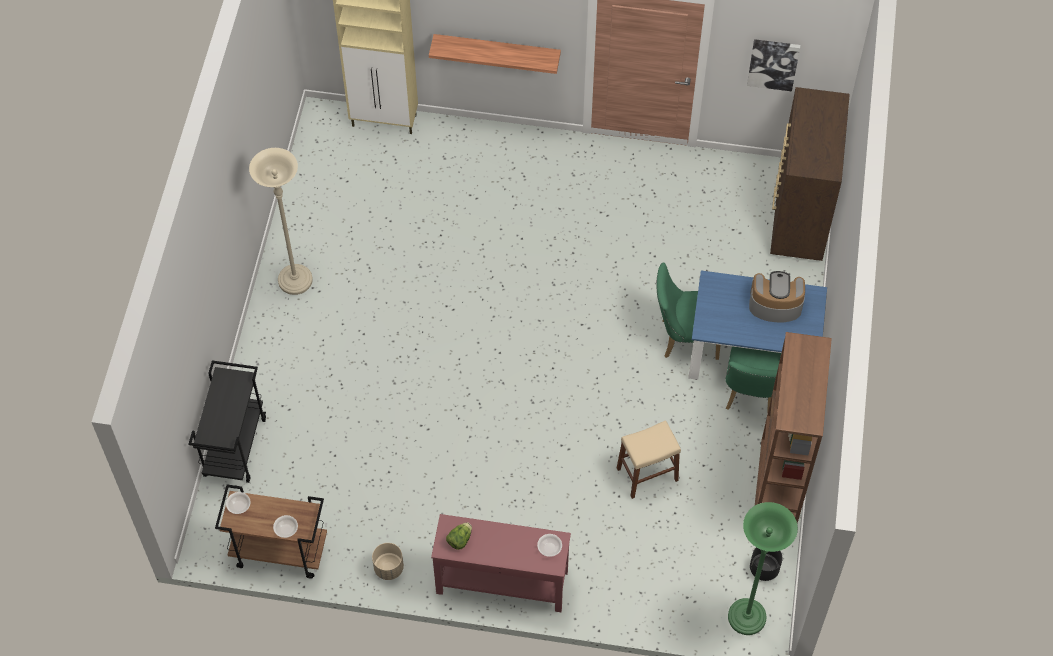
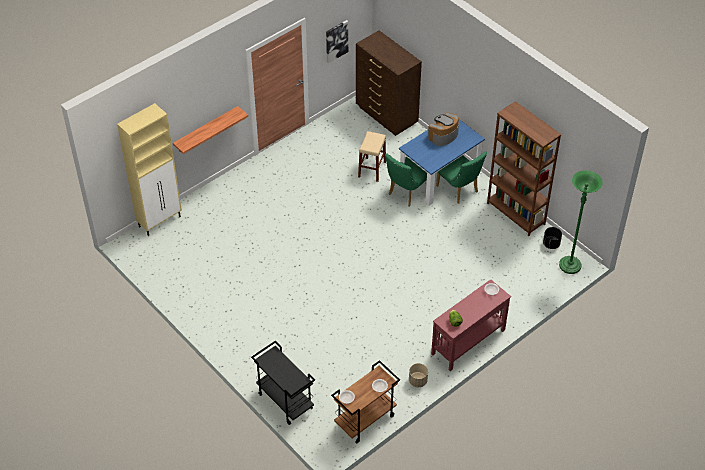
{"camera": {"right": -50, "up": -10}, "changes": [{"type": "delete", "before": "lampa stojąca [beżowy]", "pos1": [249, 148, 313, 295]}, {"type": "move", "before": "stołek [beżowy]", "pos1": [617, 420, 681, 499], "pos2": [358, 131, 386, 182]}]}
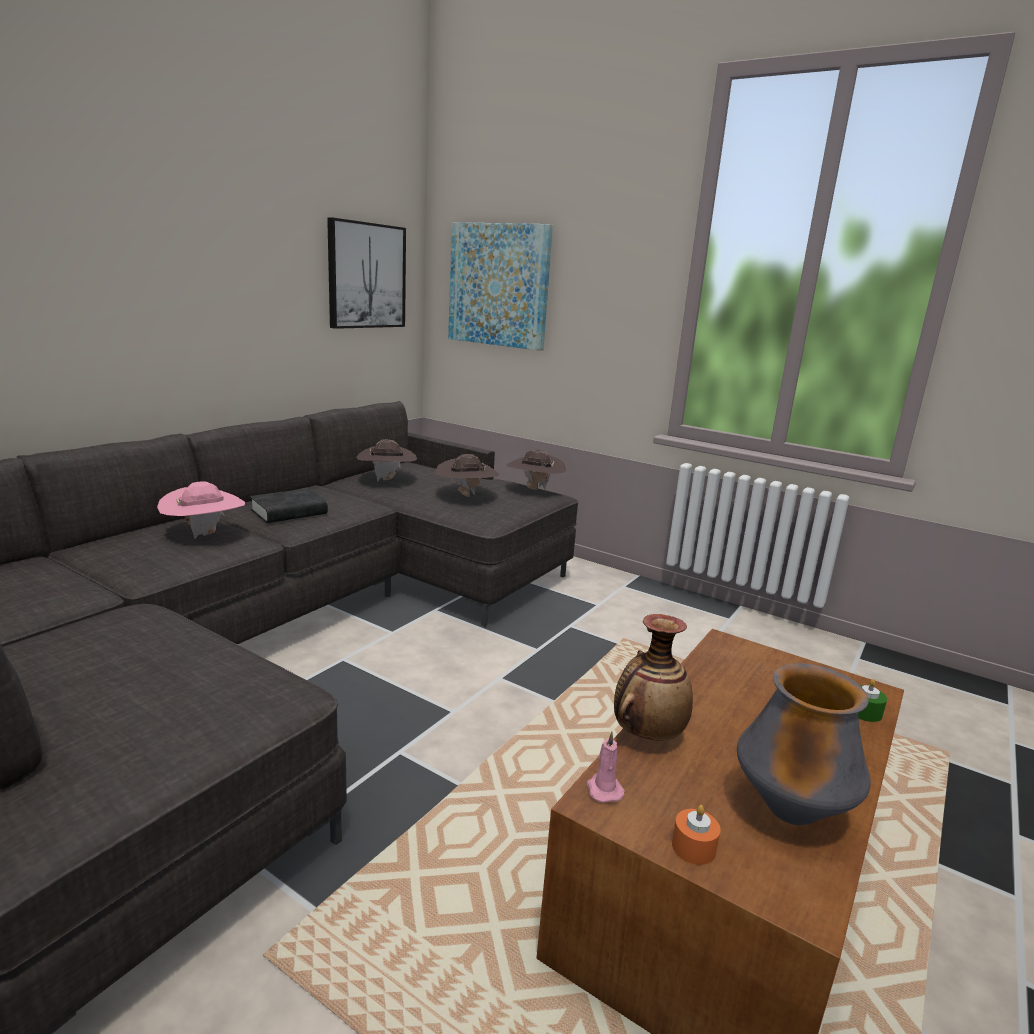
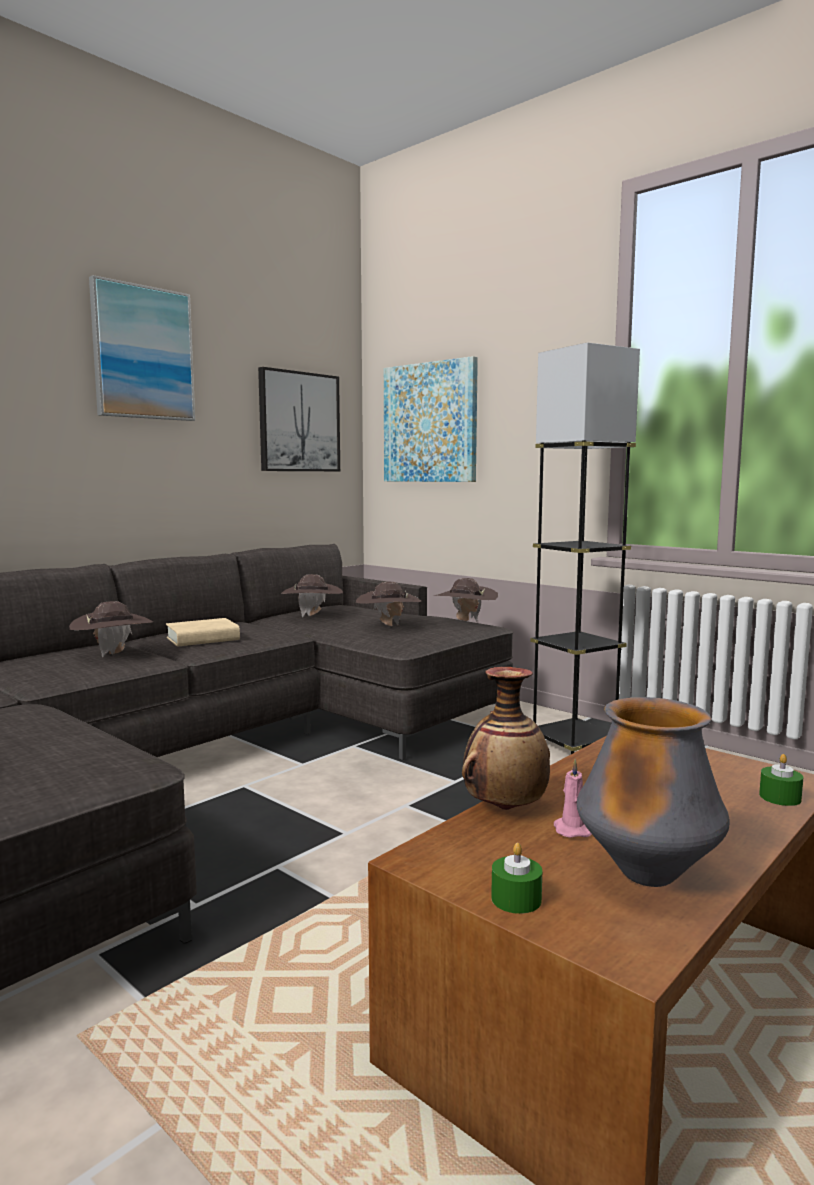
{"camera": {"right": 10, "up": -10}, "changes": [{"type": "insert", "after": "obraz", "pos2": [89, 275, 195, 421]}, {"type": "insert", "after": "lampa stojąca [szary]", "pos2": [530, 342, 640, 754]}, {"type": "move", "before": "świeca [różowy]", "pos1": [587, 731, 625, 803], "pos2": [554, 759, 592, 838]}, {"type": "recolor", "before": "kapelusz [różowy]", "after": "kapelusz [brązowy]", "pos1": [157, 482, 245, 539], "pos2": [69, 601, 153, 657]}, {"type": "recolor", "before": "książka [czarny]", "after": "książka [beżowy]", "pos1": [250, 488, 328, 523], "pos2": [166, 618, 240, 647]}, {"type": "recolor", "before": "świeca [pomarańczowy]", "after": "świeca [zielony]", "pos1": [672, 805, 721, 865], "pos2": [491, 843, 542, 914]}]}
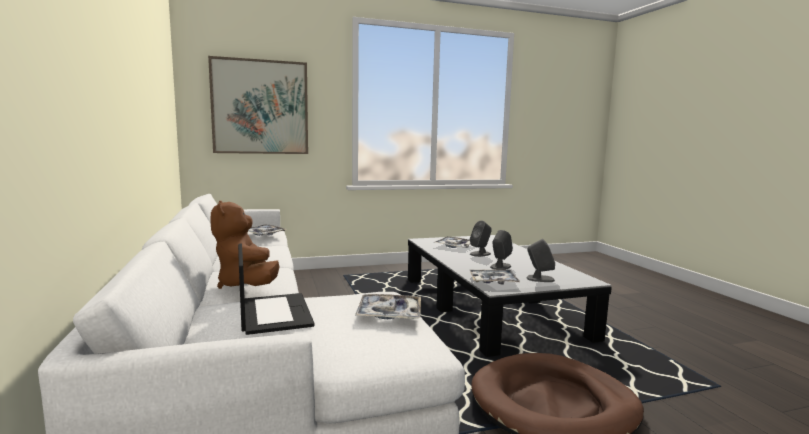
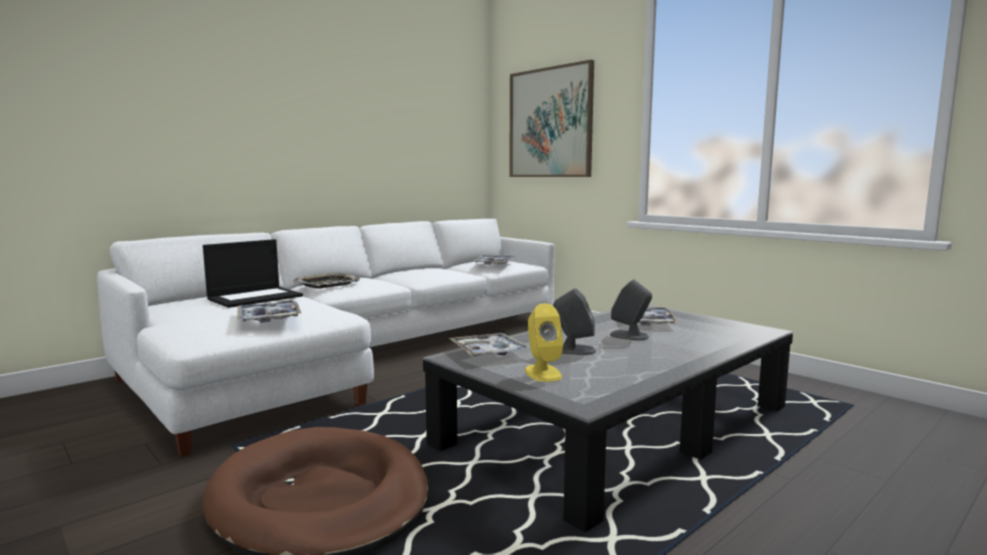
{"camera": {"right": 65, "up": 0}, "changes": [{"type": "replace", "before": "pluszak [brązowy]", "after": "taca", "pos1": [210, 201, 280, 289], "pos2": [293, 273, 360, 289]}, {"type": "recolor", "before": "głośnik [szary]", "after": "głośnik [żółty]", "pos1": [526, 239, 555, 282], "pos2": [525, 303, 563, 382]}]}
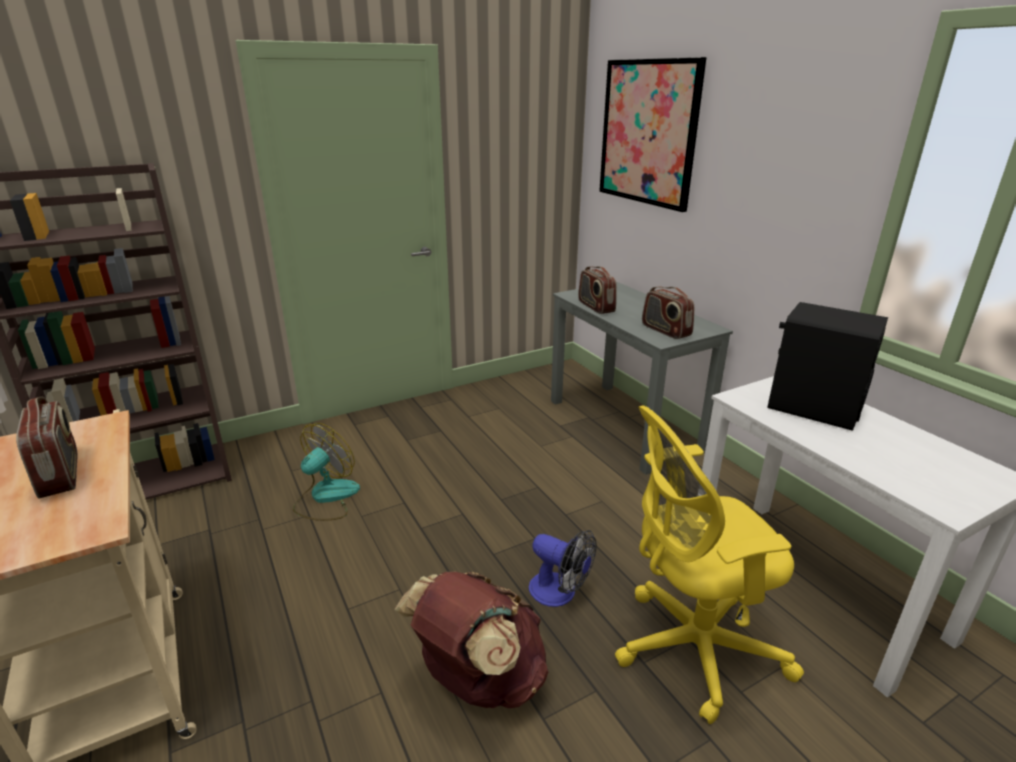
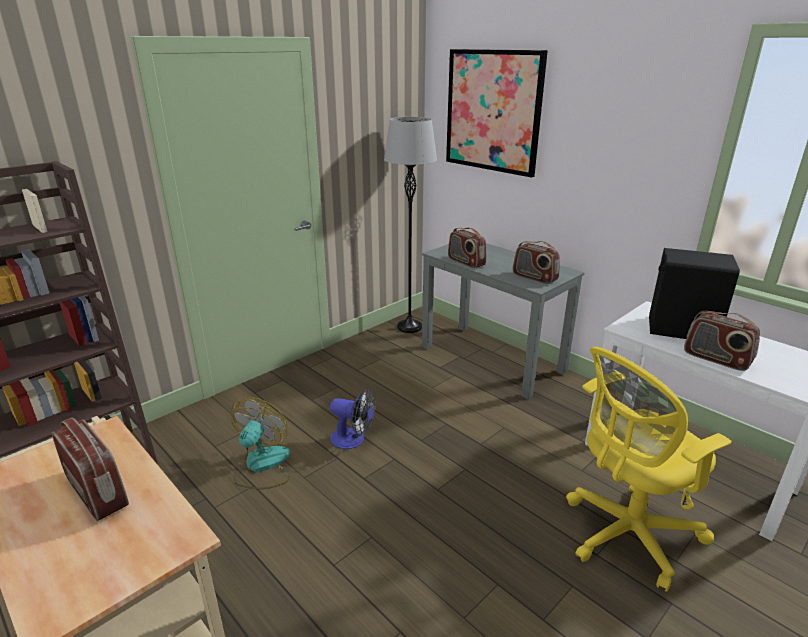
{"camera": {"right": -15, "up": 0}, "changes": [{"type": "delete", "before": "plecak [brązowy]", "pos1": [395, 571, 548, 708]}, {"type": "insert", "after": "lampa stojąca [szary]", "pos2": [384, 117, 437, 333]}, {"type": "insert", "after": "radio", "pos2": [684, 311, 760, 371]}, {"type": "move", "before": "wentylator", "pos1": [529, 530, 597, 607], "pos2": [330, 389, 376, 449]}]}
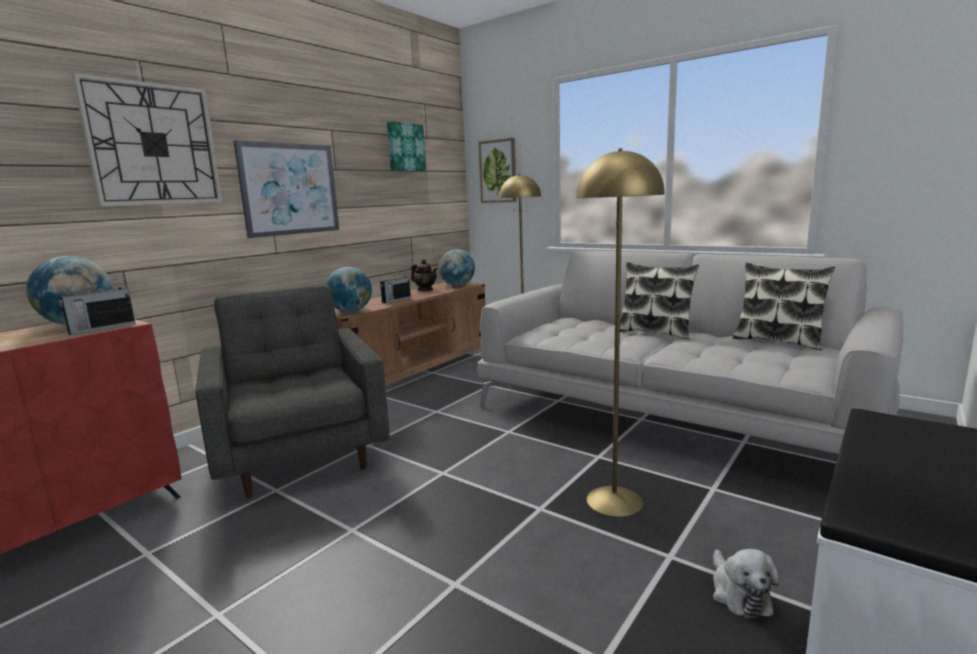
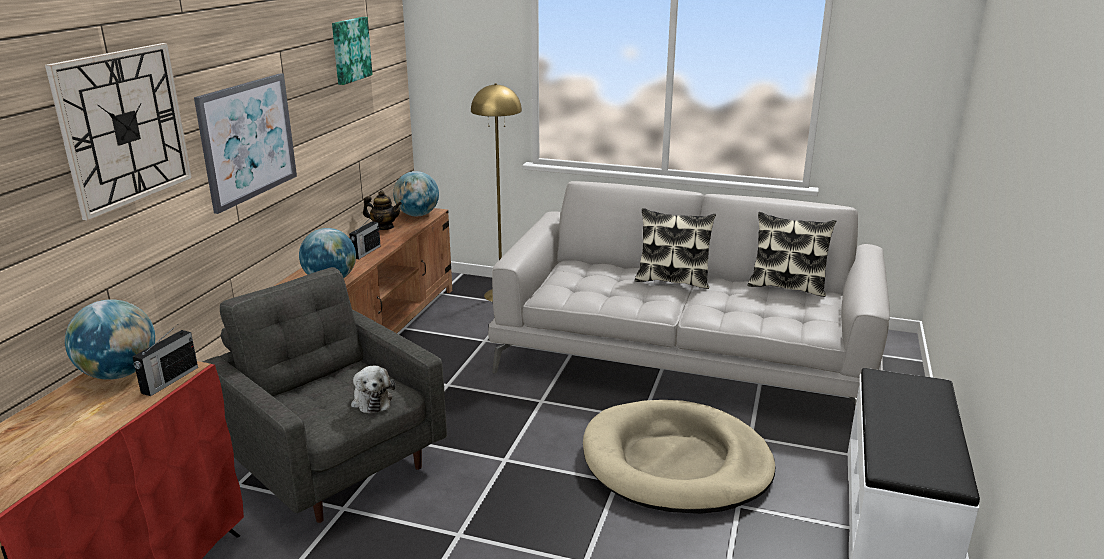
{"camera": {"right": -20, "up": 10}, "changes": [{"type": "delete", "before": "obraz", "pos1": [478, 138, 517, 203]}, {"type": "move", "before": "pluszak", "pos1": [713, 549, 779, 619], "pos2": [351, 366, 395, 414]}, {"type": "replace", "before": "lampa stojąca [żółty]", "after": "legowisko [beżowy]", "pos1": [576, 148, 665, 517], "pos2": [583, 400, 775, 514]}]}
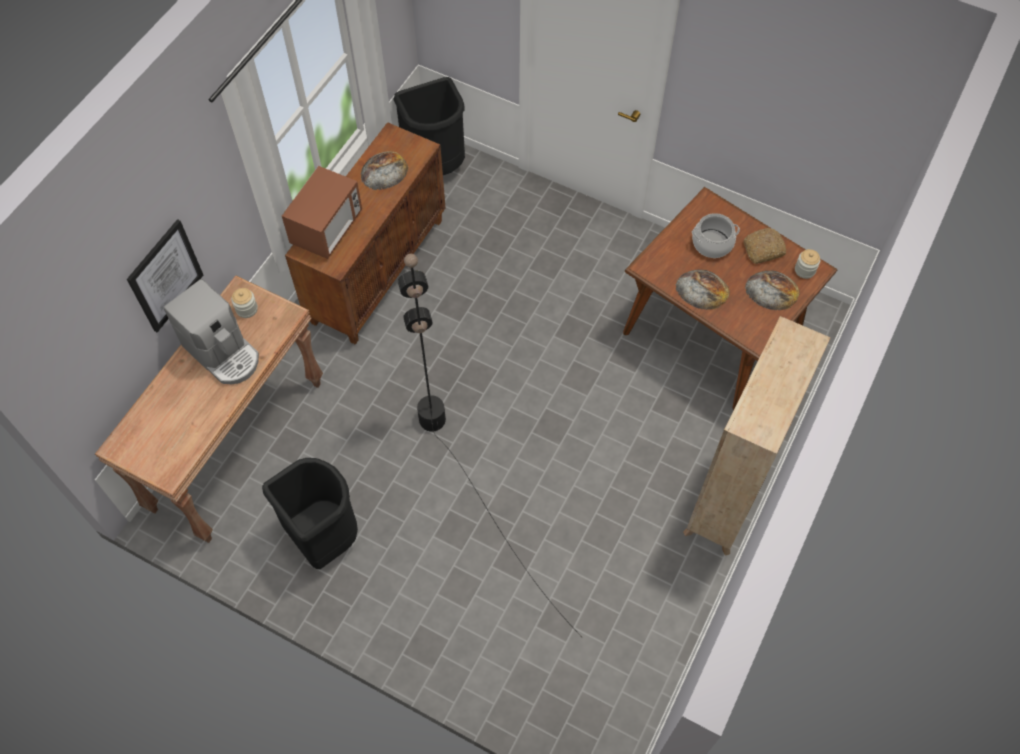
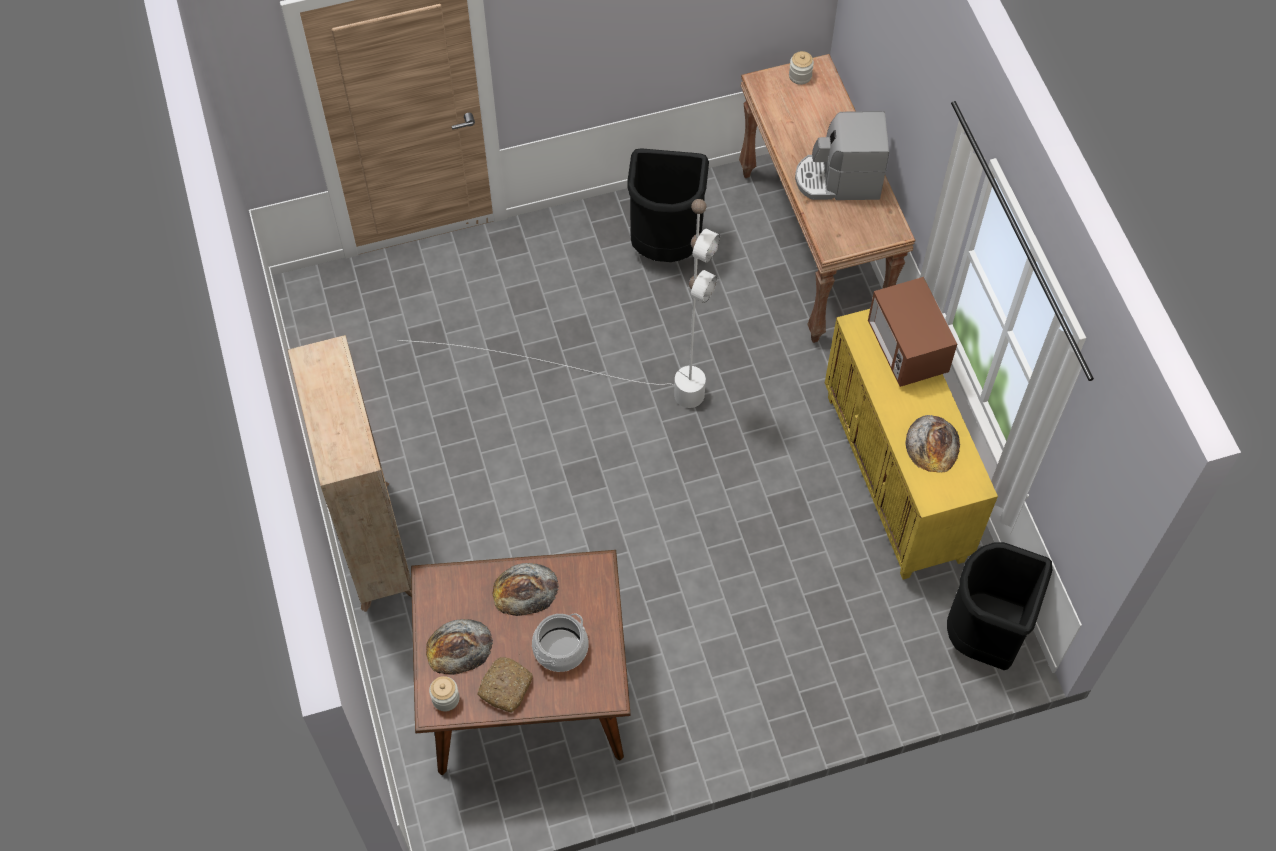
{"camera": {"right": 135, "up": 0}, "changes": [{"type": "delete", "before": "obraz", "pos1": [127, 219, 203, 332]}, {"type": "move", "before": "słoik", "pos1": [231, 288, 258, 318], "pos2": [789, 51, 814, 85]}, {"type": "recolor", "before": "szafka [brązowy]", "after": "szafka [żółty]", "pos1": [285, 122, 446, 345], "pos2": [825, 309, 998, 580]}, {"type": "recolor", "before": "lampa stojąca [czarny]", "after": "lampa stojąca [biały]", "pos1": [398, 254, 582, 637], "pos2": [398, 199, 720, 408]}]}
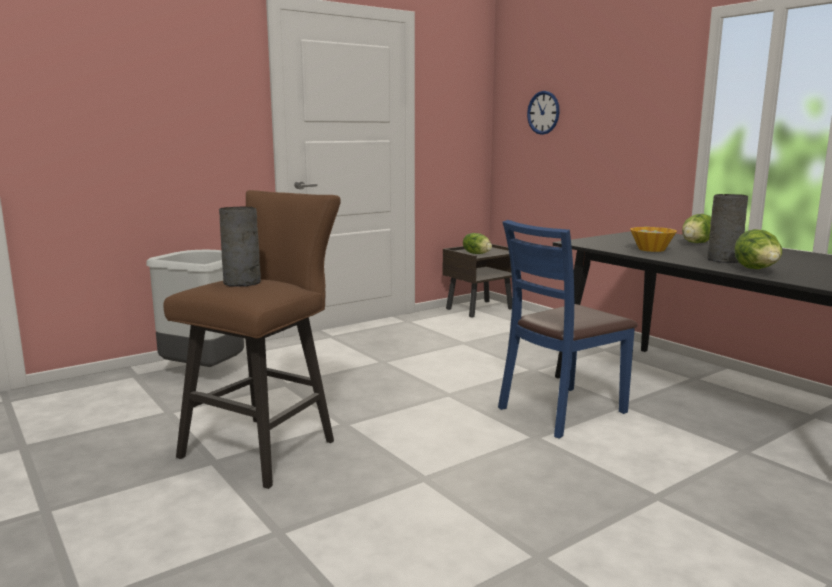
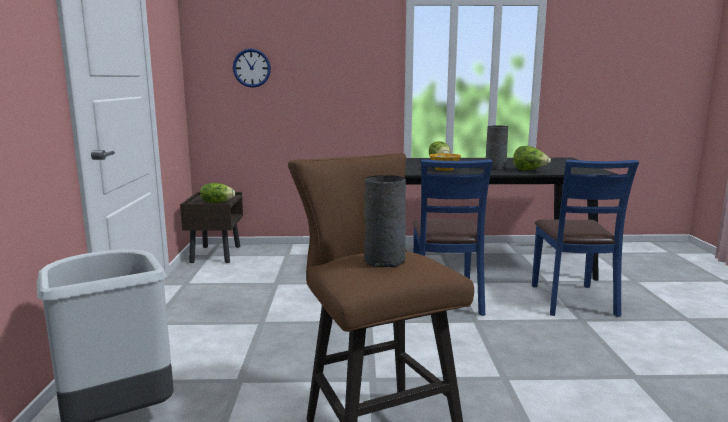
{"camera": {"right": -55, "up": 0}, "changes": [{"type": "insert", "after": "krzesło [niebieski]", "pos2": [532, 160, 639, 317]}]}
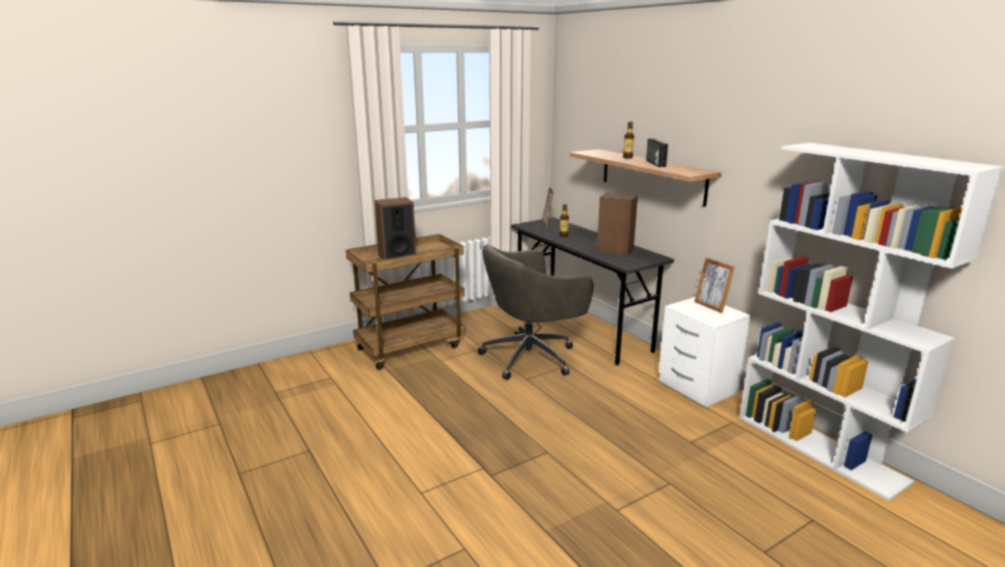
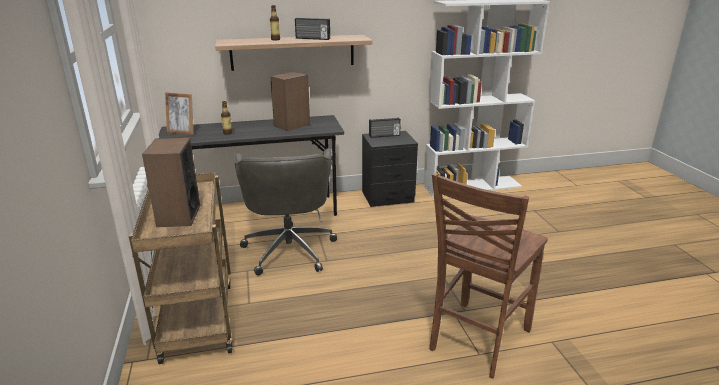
{"camera": {"right": -70, "up": 5}, "changes": [{"type": "insert", "after": "krzesło [brązowy]", "pos2": [429, 173, 548, 379]}, {"type": "replace", "before": "ramka na zdjęcie", "after": "radio", "pos1": [694, 257, 735, 313], "pos2": [369, 118, 401, 138]}, {"type": "recolor", "before": "szafka nocna [biały]", "after": "szafka nocna [czarny]", "pos1": [659, 297, 751, 407], "pos2": [362, 131, 418, 207]}]}
